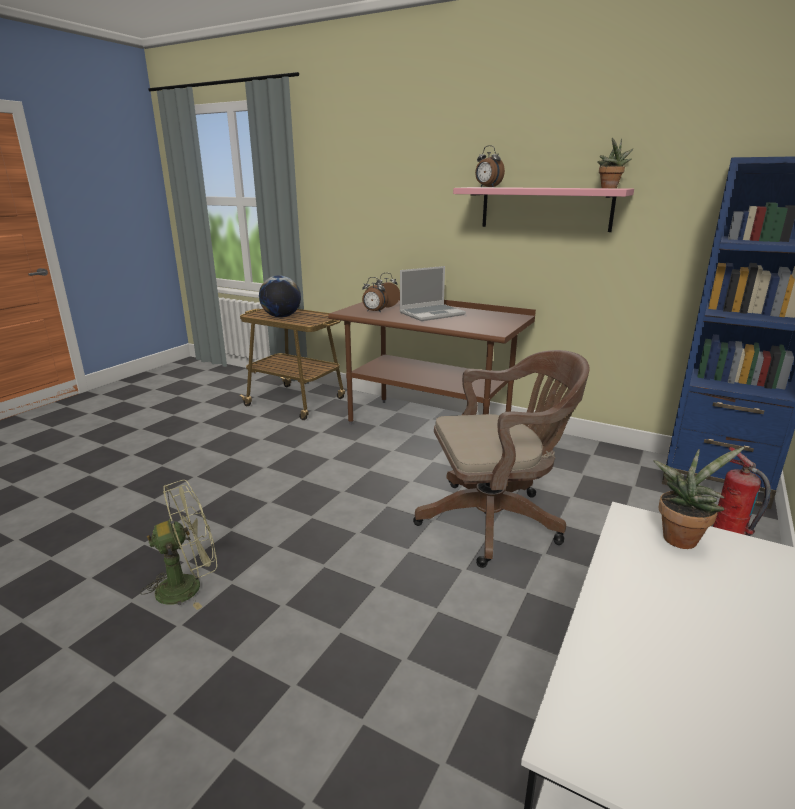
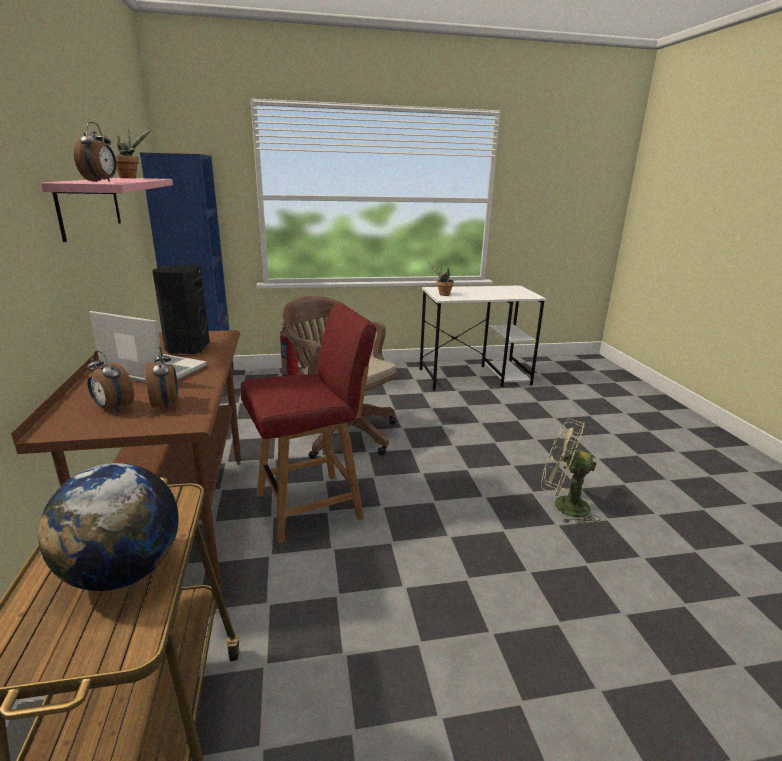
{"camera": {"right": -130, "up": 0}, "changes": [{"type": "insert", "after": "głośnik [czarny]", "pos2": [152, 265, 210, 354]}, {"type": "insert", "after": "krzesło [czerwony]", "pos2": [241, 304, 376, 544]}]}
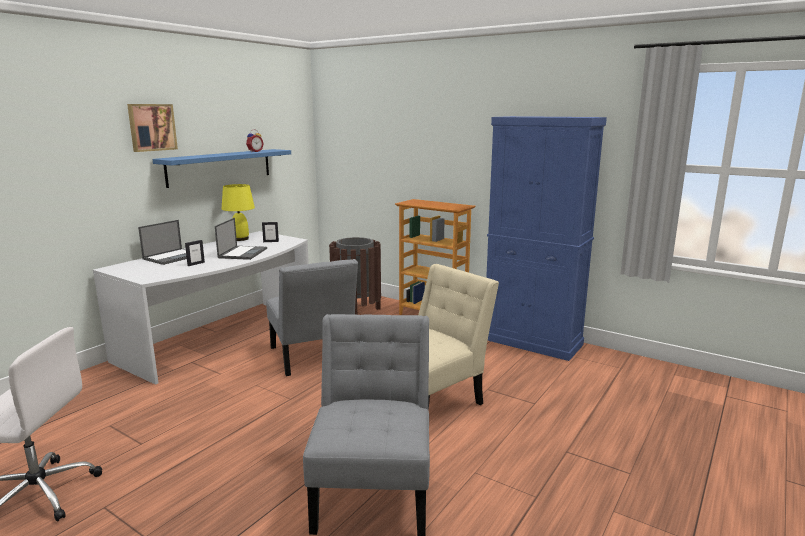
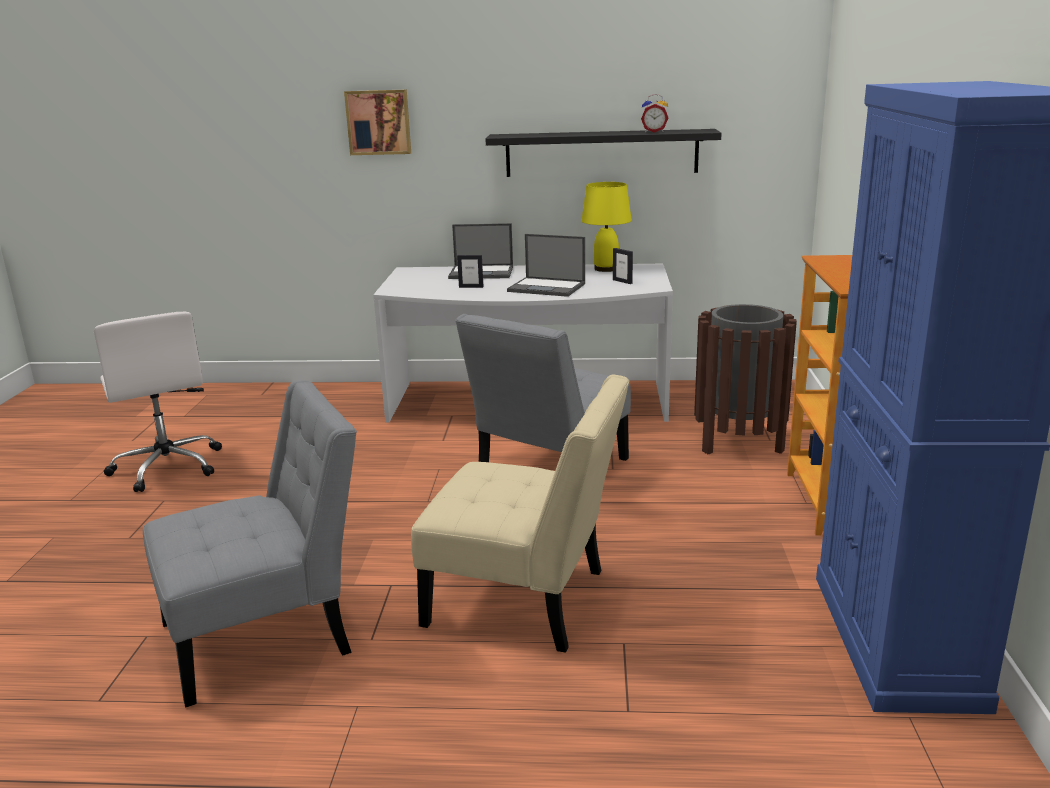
{"camera": {"right": 60, "up": 5}, "changes": [{"type": "move", "before": "obraz", "pos1": [127, 104, 178, 152], "pos2": [344, 89, 411, 155]}, {"type": "recolor", "before": "półka [niebieski]", "after": "półka [czarny]", "pos1": [152, 149, 291, 188], "pos2": [485, 129, 722, 177]}, {"type": "rotate", "before": "laptop", "pos1": [215, 218, 267, 260], "pos2": [507, 234, 585, 297], "turn": 45}]}
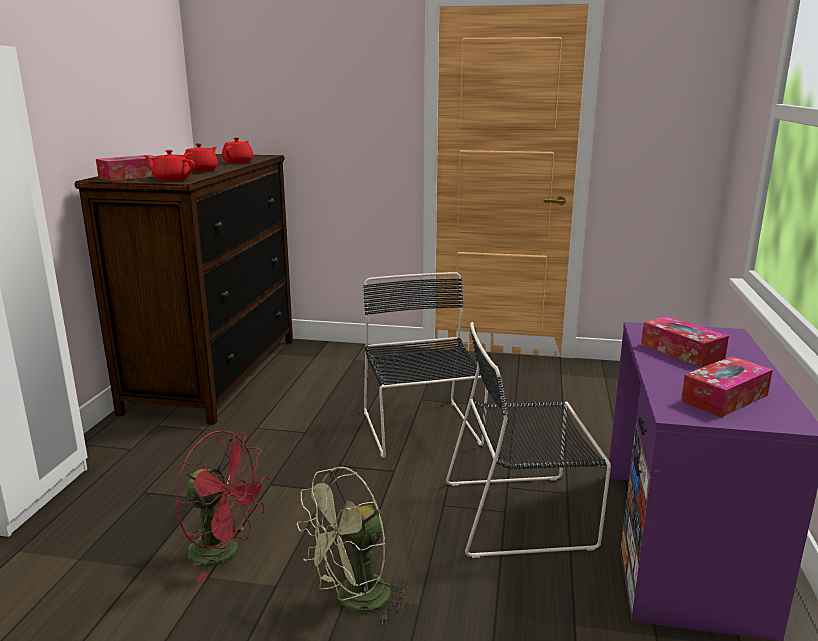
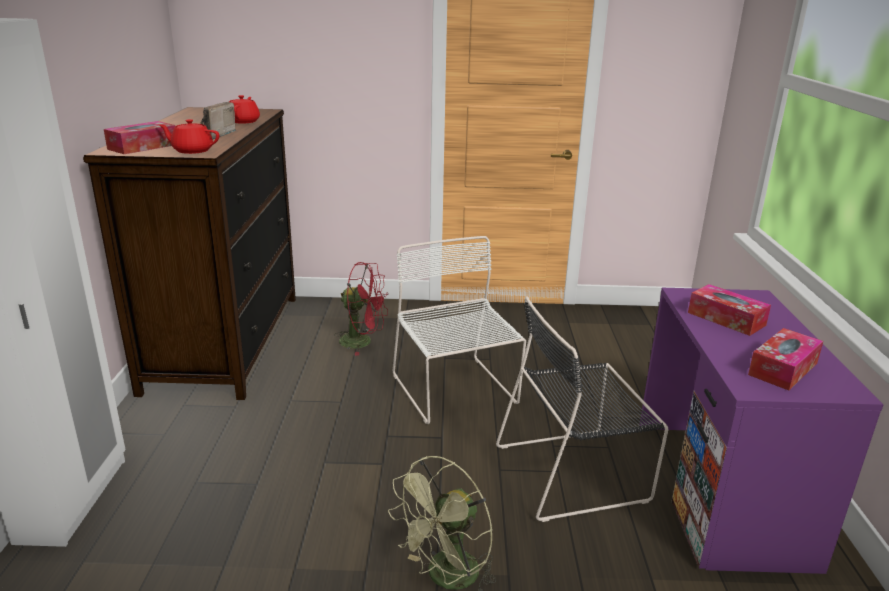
{"camera": {"right": -10, "up": 5}, "changes": [{"type": "move", "before": "wentylator [czerwony]", "pos1": [176, 431, 269, 582], "pos2": [334, 262, 388, 356]}, {"type": "replace", "before": "imbryk [czerwony]", "after": "radio", "pos1": [183, 143, 218, 172], "pos2": [200, 102, 236, 139]}, {"type": "recolor", "before": "krzesło [czarny]", "after": "krzesło [biały]", "pos1": [363, 272, 488, 458], "pos2": [393, 236, 526, 424]}]}
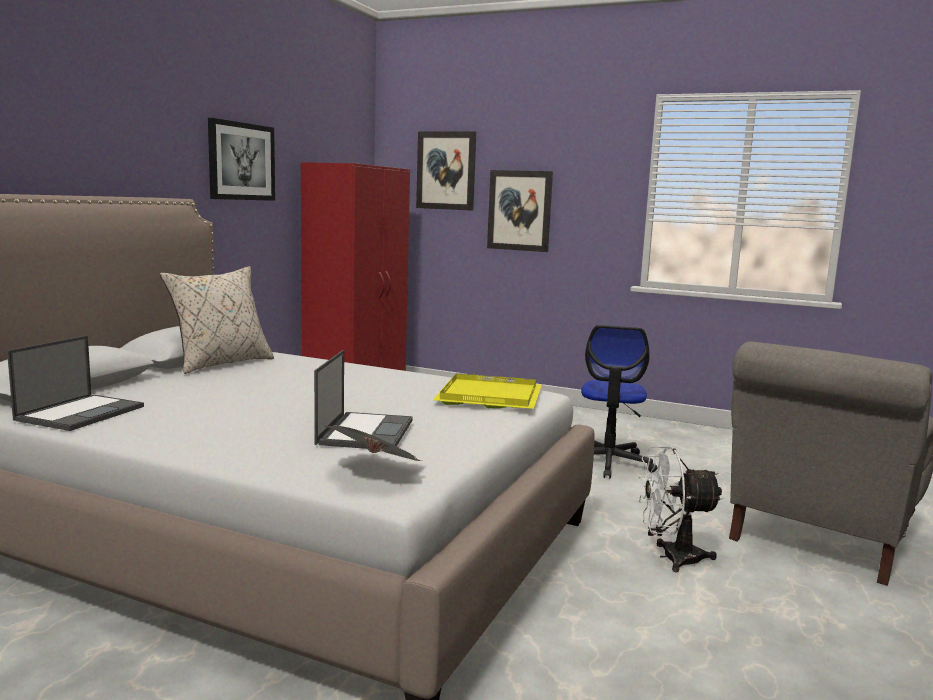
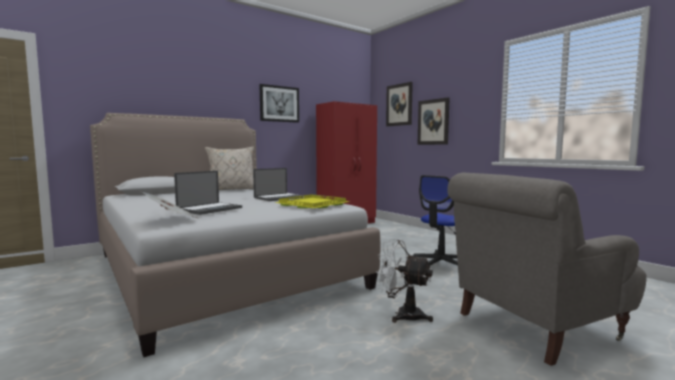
{"camera": {"right": 30, "up": -5}, "changes": [{"type": "move", "before": "laptop", "pos1": [7, 336, 144, 431], "pos2": [253, 168, 302, 201]}]}
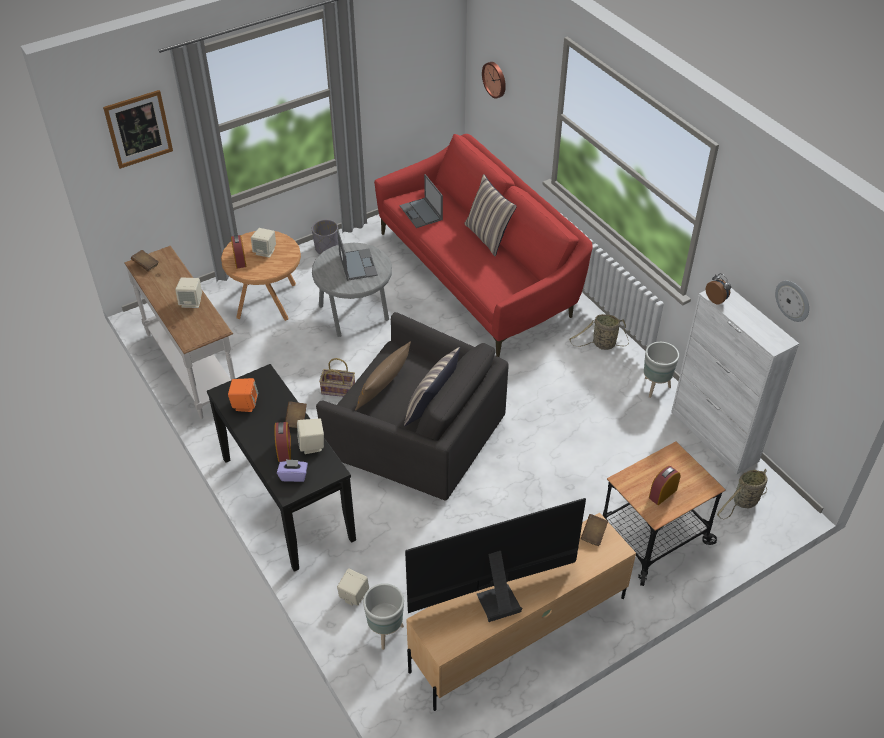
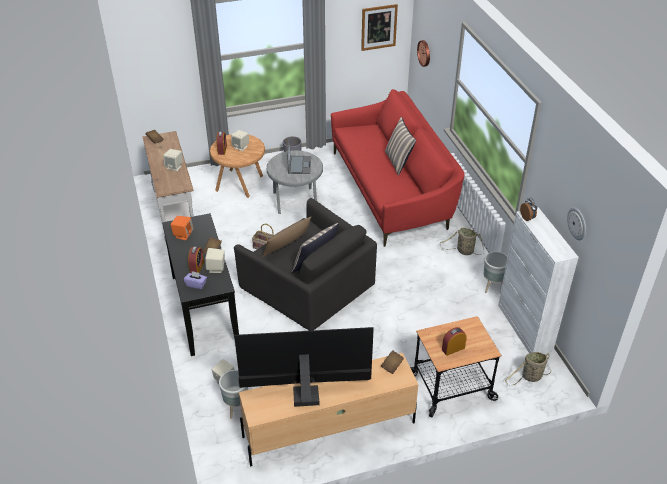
{"camera": {"right": 15, "up": -5}, "changes": [{"type": "delete", "before": "laptop", "pos1": [400, 174, 443, 228]}, {"type": "move", "before": "obraz", "pos1": [103, 90, 173, 169], "pos2": [361, 4, 398, 51]}]}
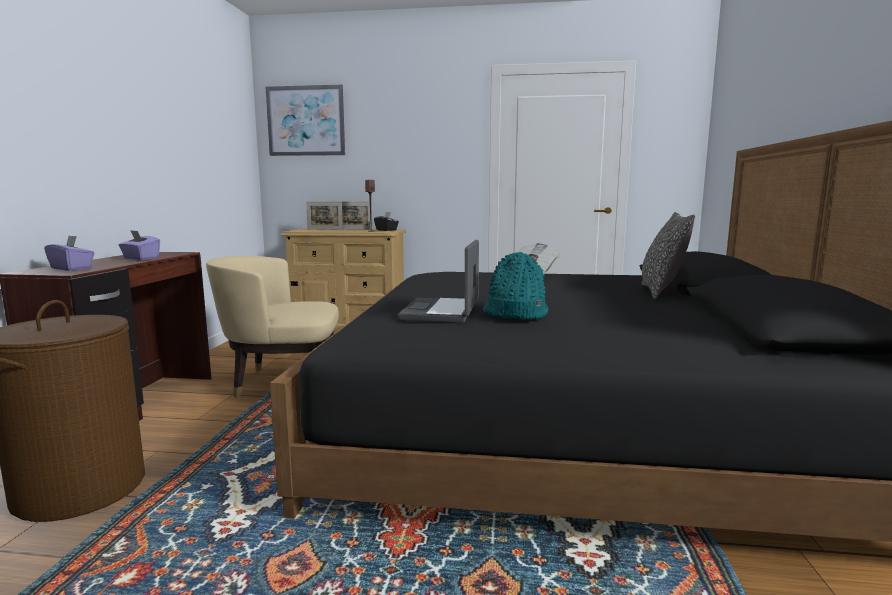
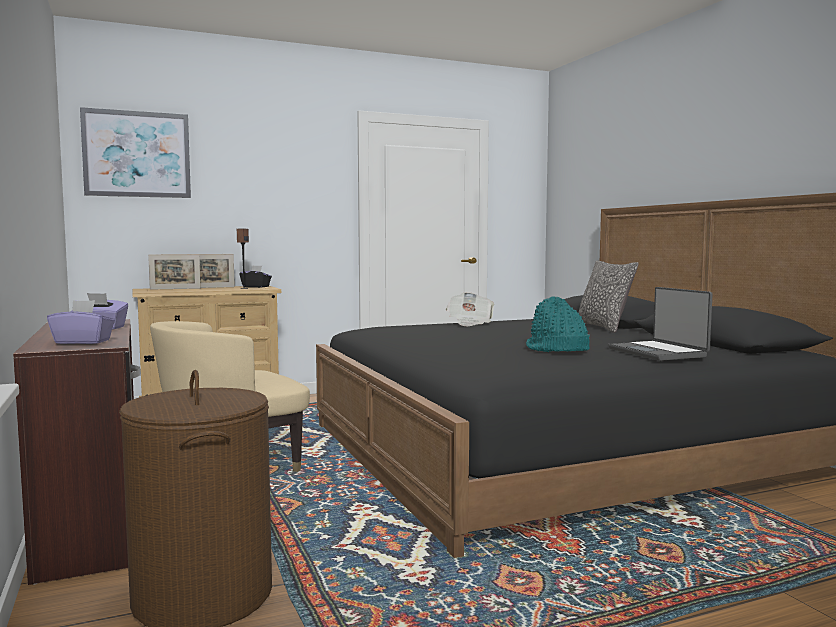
{"camera": {"right": -30, "up": -5}, "changes": [{"type": "move", "before": "laptop", "pos1": [397, 240, 479, 323], "pos2": [608, 287, 712, 361]}]}
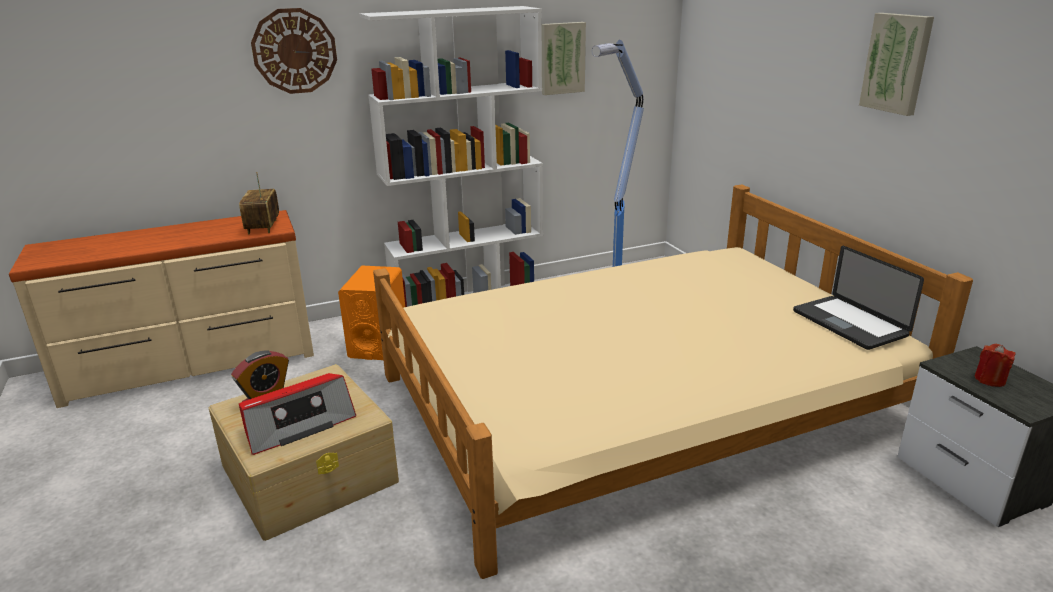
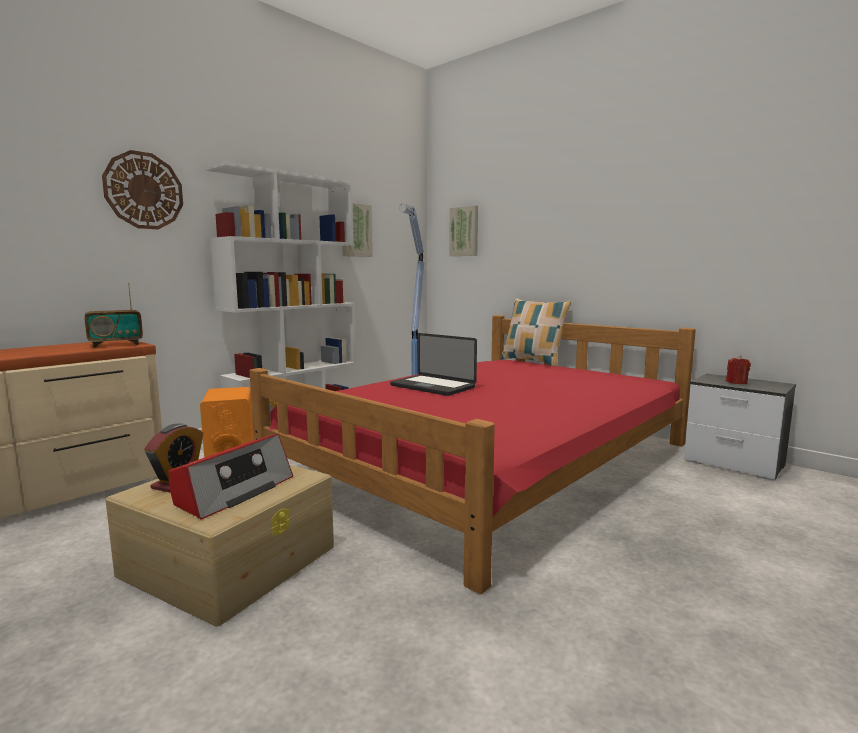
{"camera": {"right": -25, "up": -15}, "changes": [{"type": "insert", "after": "poduszka", "pos2": [500, 298, 571, 367]}, {"type": "move", "before": "laptop", "pos1": [793, 246, 924, 350], "pos2": [390, 333, 477, 396]}, {"type": "move", "before": "obraz", "pos1": [859, 13, 934, 116], "pos2": [449, 205, 478, 256]}, {"type": "recolor", "before": "łóżko [beżowy]", "after": "łóżko [czerwony]", "pos1": [373, 184, 973, 579], "pos2": [249, 315, 696, 595]}, {"type": "rotate", "before": "radio", "pos1": [239, 172, 279, 234], "pos2": [85, 283, 143, 348], "turn": -90}]}
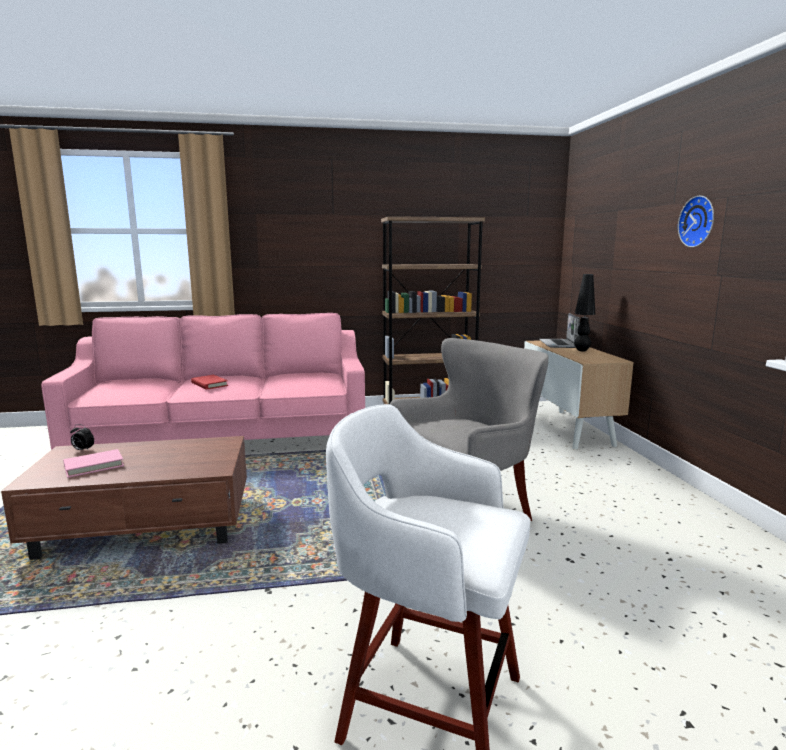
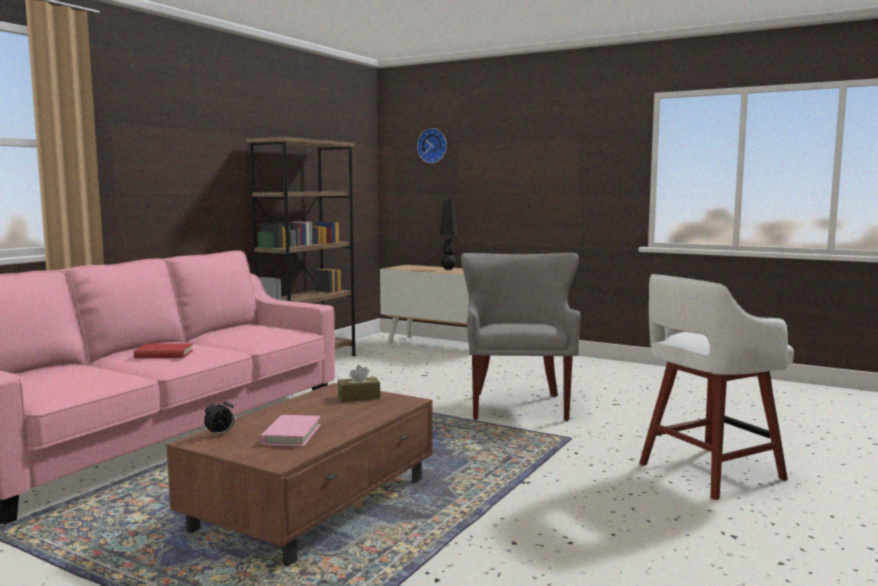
{"camera": {"right": -50, "up": -5}, "changes": [{"type": "delete", "before": "laptop", "pos1": [539, 313, 580, 348]}, {"type": "insert", "after": "pudełko chusteczek [brązowy]", "pos2": [338, 365, 380, 402]}, {"type": "move", "before": "zegar ścienny", "pos1": [678, 196, 714, 247], "pos2": [417, 128, 447, 163]}]}
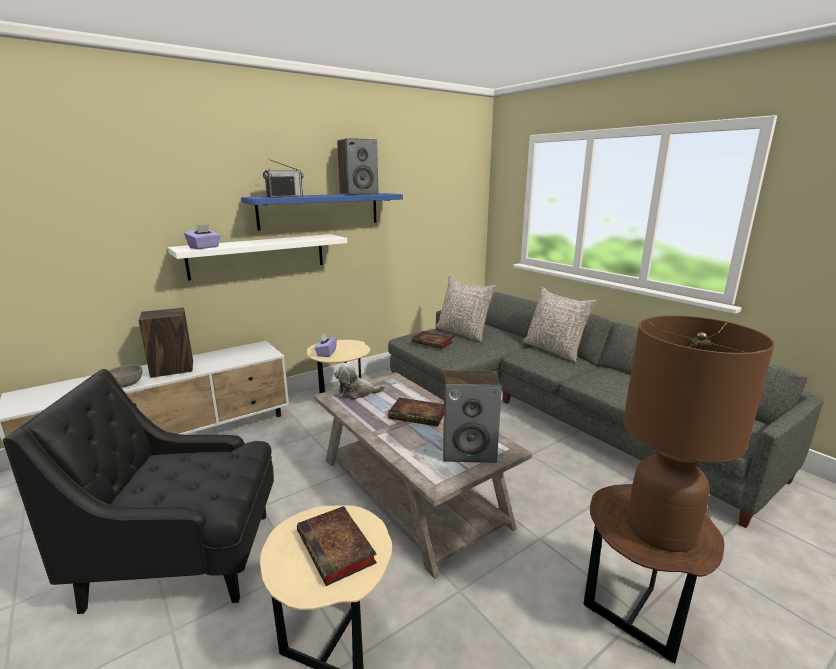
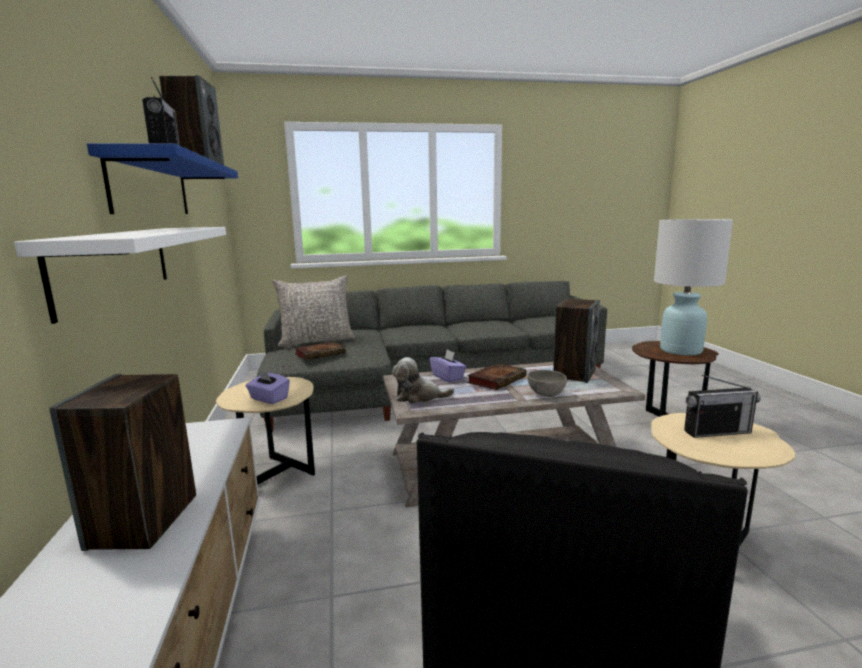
{"camera": {"right": -65, "up": -5}, "changes": [{"type": "delete", "before": "poduszka [szary]", "pos1": [523, 287, 596, 362]}, {"type": "move", "before": "miska [szary]", "pos1": [109, 365, 142, 387], "pos2": [527, 370, 567, 397]}, {"type": "move", "before": "pudełko chusteczek [fioletowy]", "pos1": [184, 224, 221, 249], "pos2": [430, 349, 466, 382]}, {"type": "replace", "before": "książka", "after": "radio", "pos1": [297, 506, 377, 586], "pos2": [684, 375, 760, 438]}, {"type": "recolor", "before": "lampa stołowa [brązowy]", "after": "lampa stołowa [biały]", "pos1": [623, 315, 775, 552], "pos2": [654, 219, 733, 356]}, {"type": "rotate", "before": "pluszak", "pos1": [335, 363, 385, 400], "pos2": [392, 357, 454, 404], "turn": 75}]}
